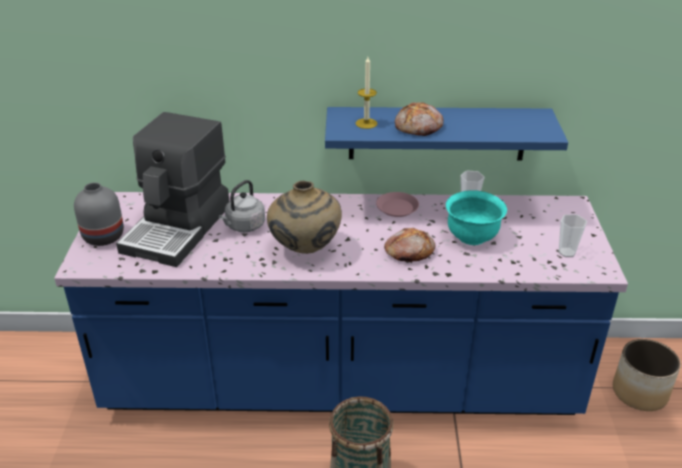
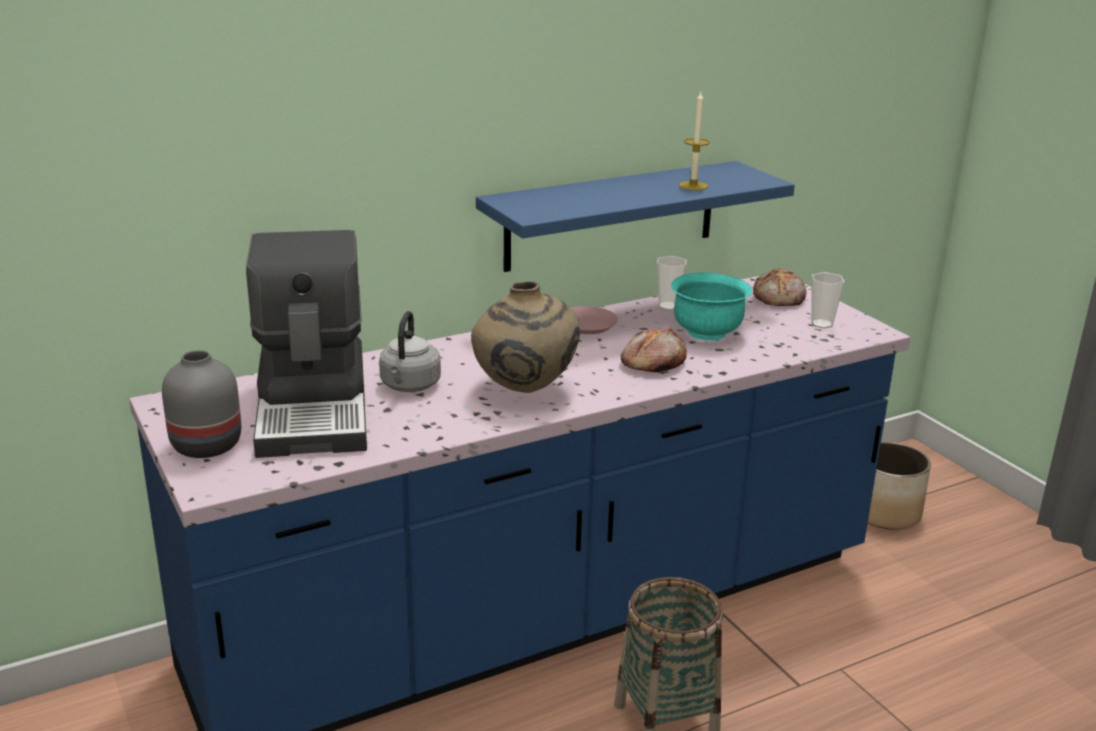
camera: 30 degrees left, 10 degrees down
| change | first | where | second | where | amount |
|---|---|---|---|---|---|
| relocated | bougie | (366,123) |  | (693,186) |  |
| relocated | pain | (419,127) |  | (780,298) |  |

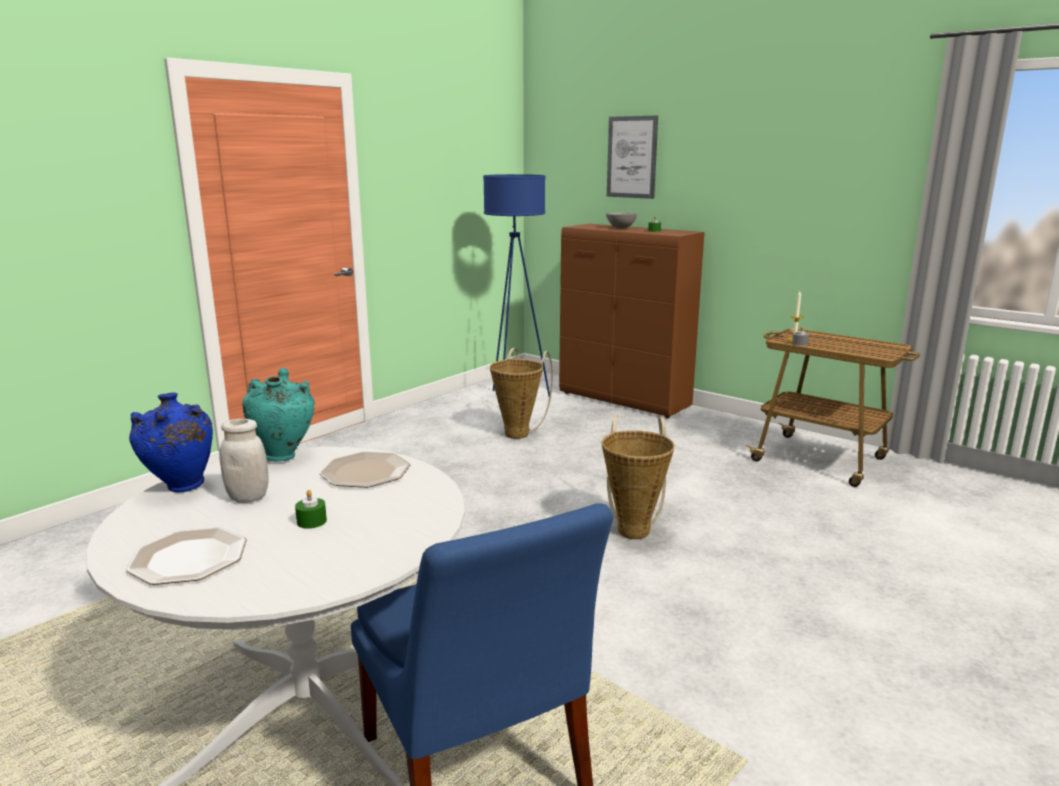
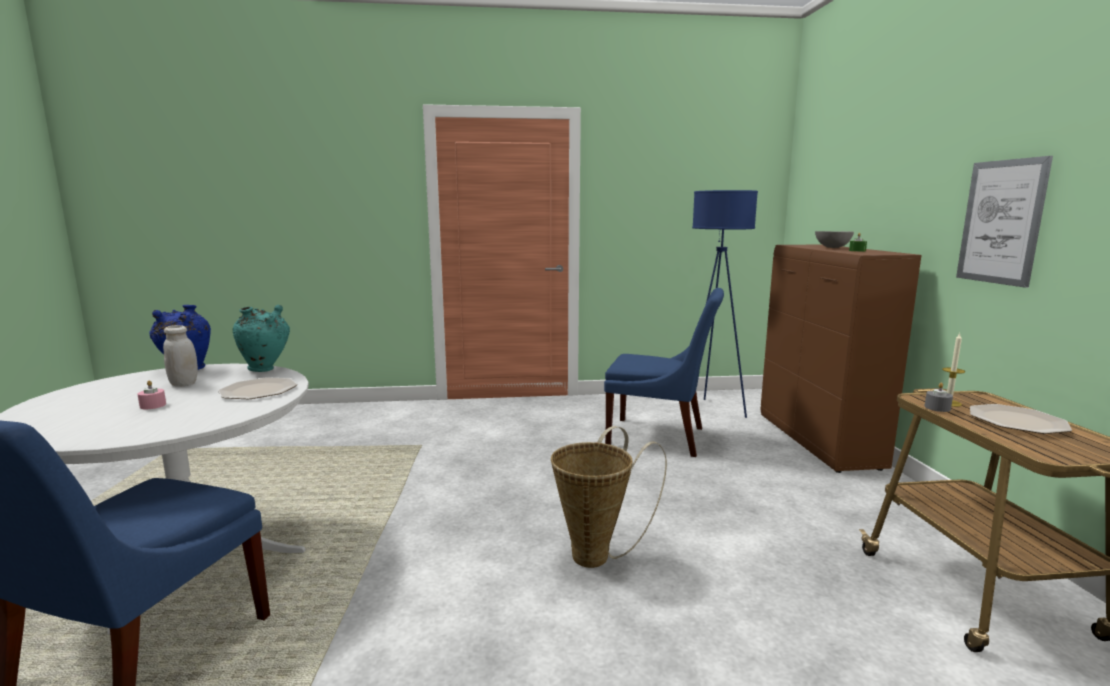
camera: 45 degrees right, 5 degrees down
| change | first | where | second | where | amount |
|---|---|---|---|---|---|
| relocated | assiette | (188,557) |  | (1016,420) |  |
| relocated | tableau | (632,157) |  | (1001,222) |  |
| exchanged | panier | (519,432) | chaise (bleu) | (661,437) |  |
| colour | bougie (vert) | (311,521) | bougie (rose) | (153,405) |  |

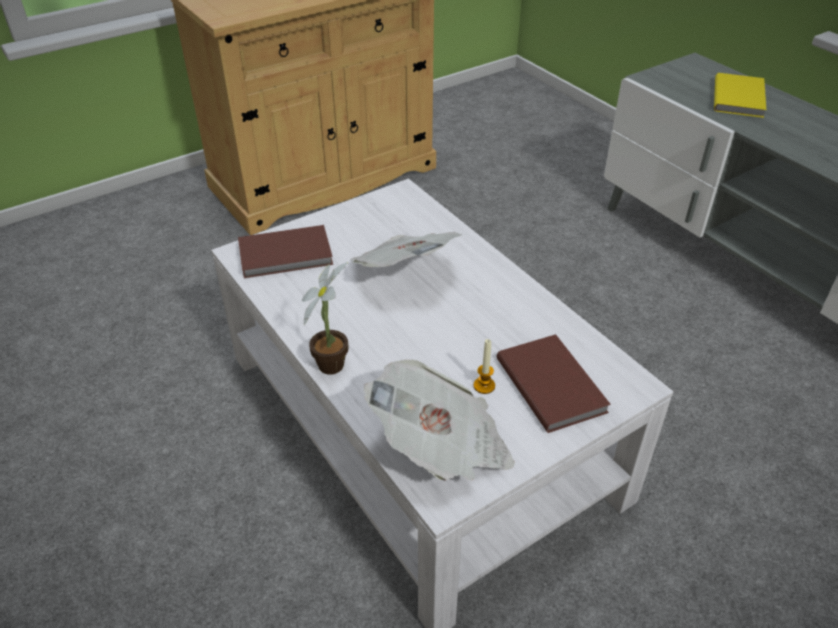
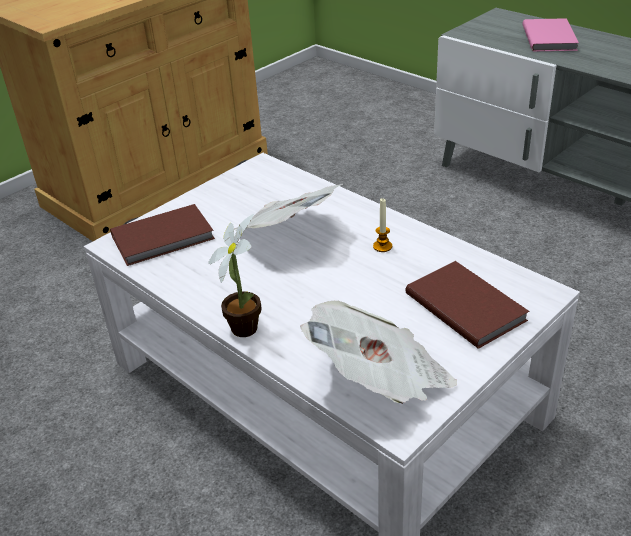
camera: 10 degrees left, 5 degrees down
| change | first | where | second | where | amount |
|---|---|---|---|---|---|
| relocated | bougie | (484,386) |  | (382,246) |  |
| colour | livre (jaune) | (740,98) | livre (rose) | (550,37) |  |

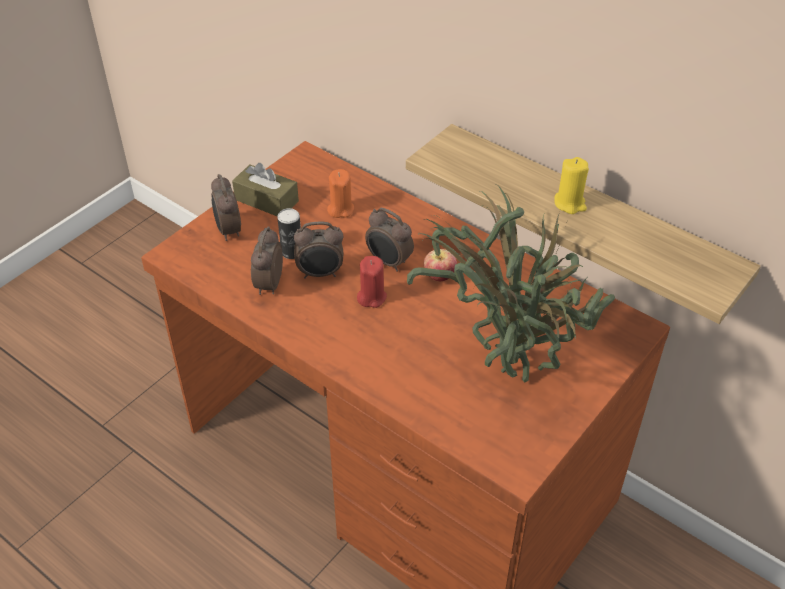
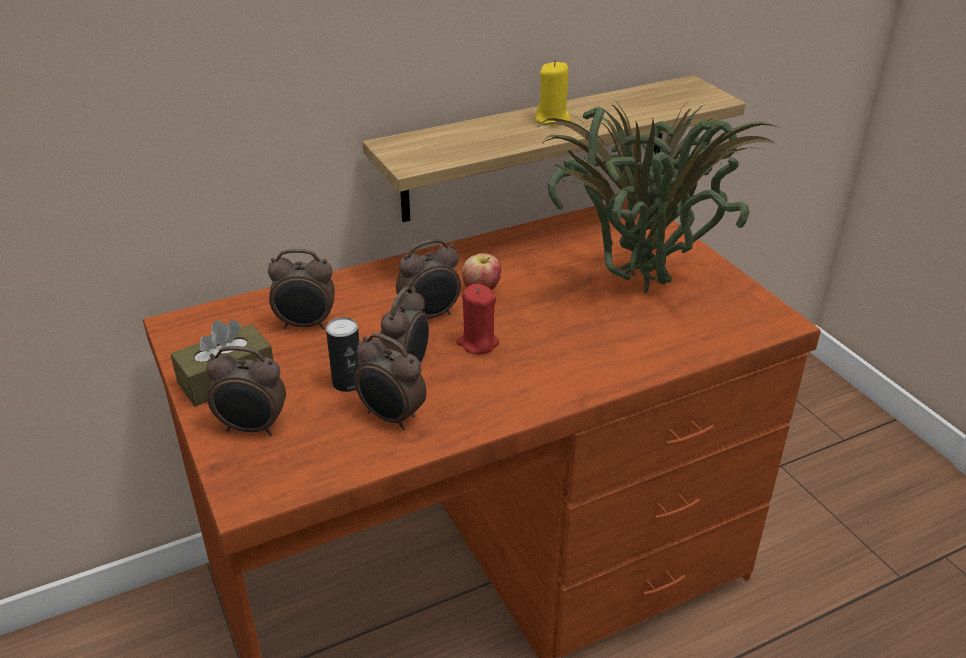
camera: 65 degrees left, 10 degrees down
| change | first | where | second | where | amount |
|---|---|---|---|---|---|
| exchanged | bougie (orange) | (340,209) | réveil | (306,325) |  |

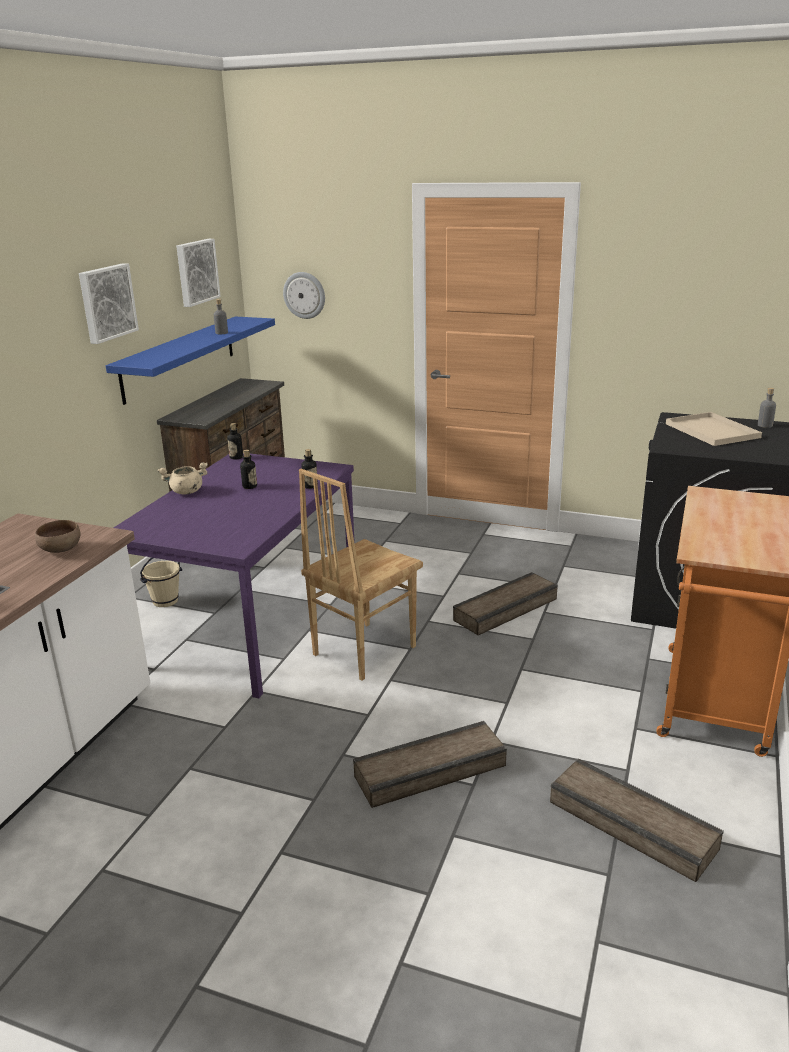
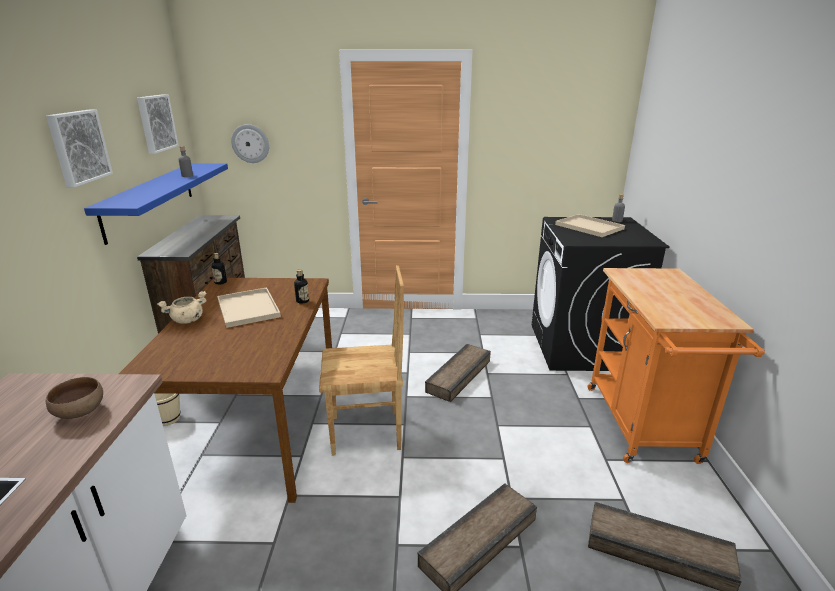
camera: 20 degrees left, 0 degrees up
| change | first | where | second | where | amount |
|---|---|---|---|---|---|
| exchanged | bouteille | (249,486) | plateau (beige) | (247,308) |  |
| colour | table à manger (violet) | (252,624) | table à manger (marron) | (259,427) |  |
| spun | chaise (marron) | (362,650) |  | (366,433) | 120 degrees counterclockwise |

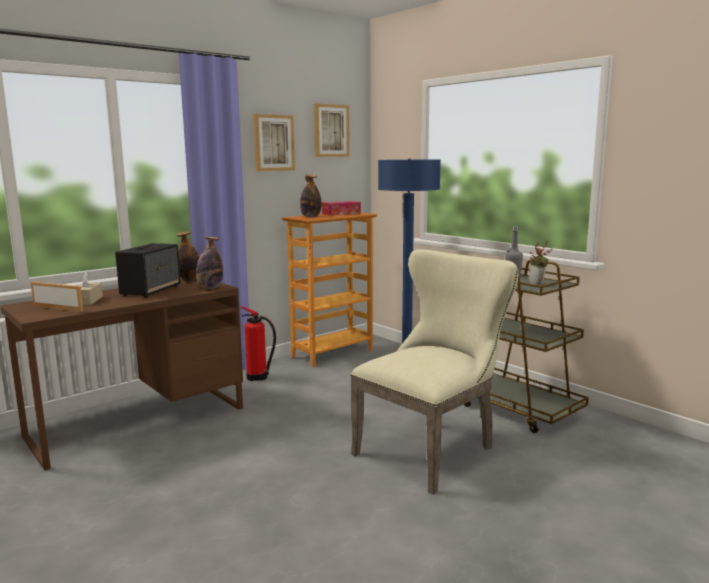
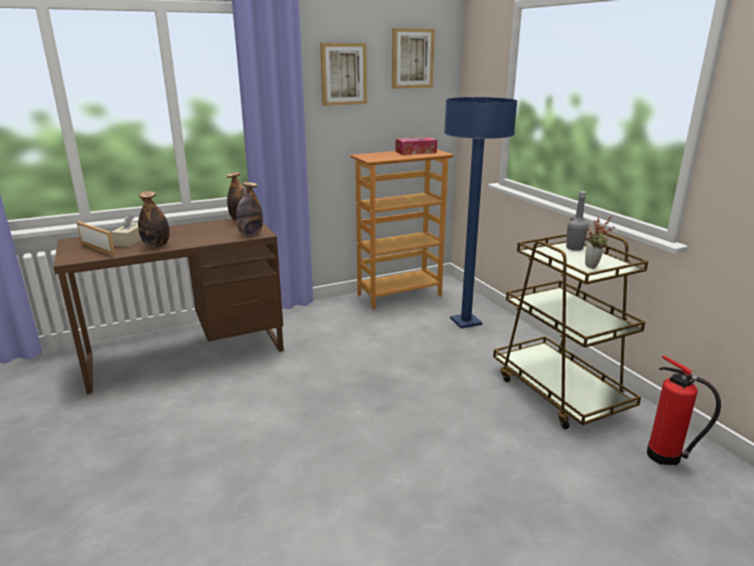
camera: 15 degrees right, 10 degrees up
| change | first | where | second | where | amount |
|---|---|---|---|---|---|
| missing | enceinte | (151,290) |  |  |  |
| missing | chaise (beige) | (432,449) |  |  |  |
| relocated | extincteur | (258,378) |  | (666,457) |  |
| relocated | bouteille | (310,217) |  | (156,245) |  |

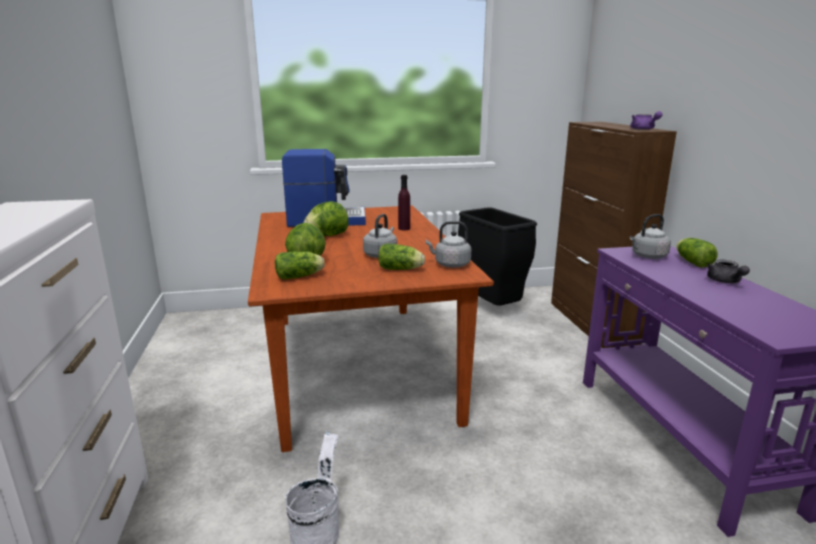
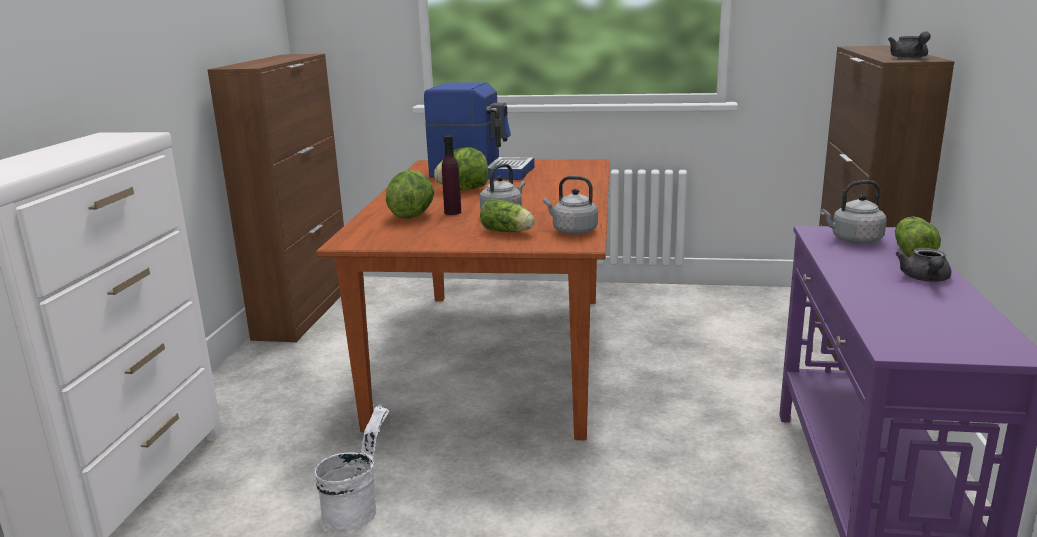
camera: 20 degrees right, 0 degrees up
| change | first | where | second | where | amount |
|---|---|---|---|---|---|
| missing | laitue | (301,276) |  |  |  |
| missing | poubelle (noir) | (492,308) |  |  |  |
| appeared |  |  | meuble de rangement (marron) | (305,311) |  |
| relocated | bouteille (violet) | (404,228) |  | (452,212) |  |
| colour | théière (violet) | (644,129) | théière (gris) | (909,58) |  |

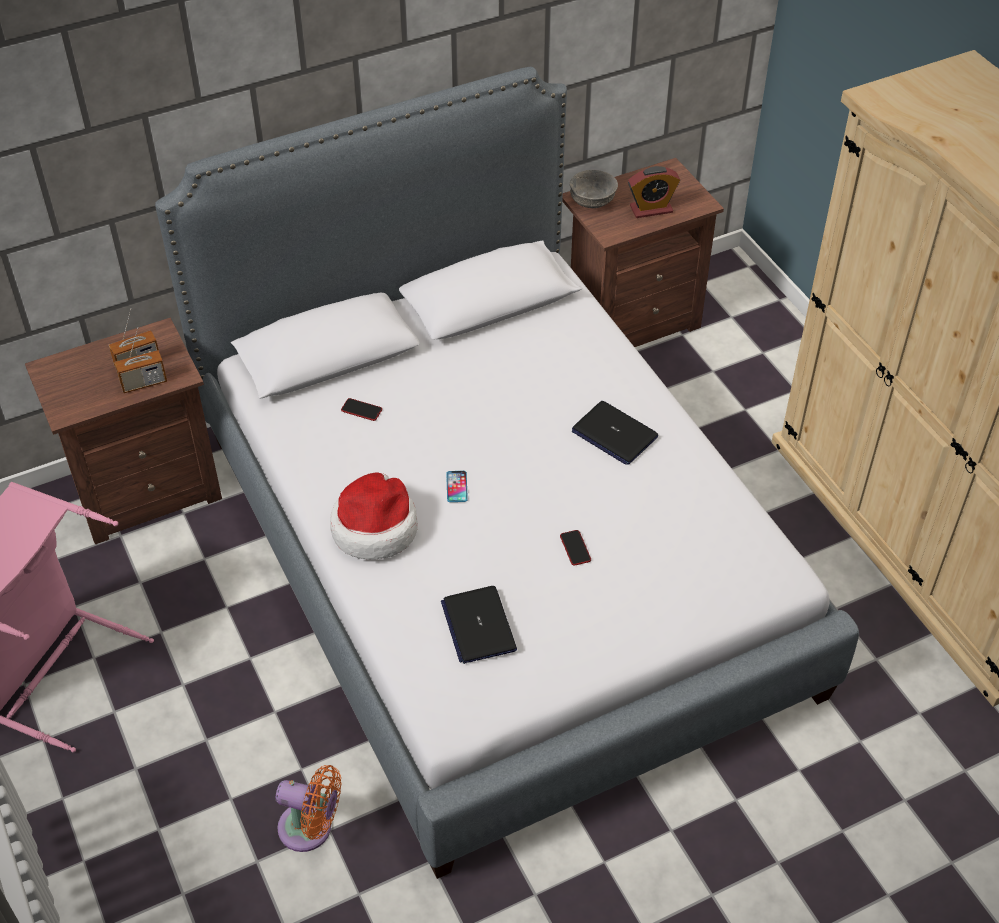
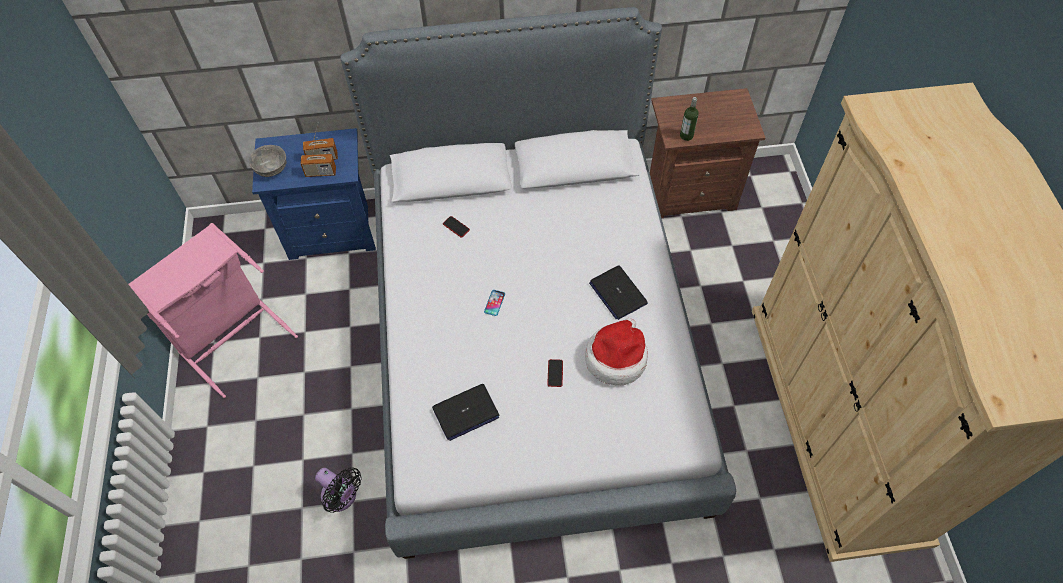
camera: 20 degrees right, 10 degrees up
| change | first | where | second | where | amount |
|---|---|---|---|---|---|
| missing | réveil | (651,209) |  |  |  |
| appeared |  |  | bouteille | (686,135) |  |
| relocated | chapeau | (374,527) |  | (616,357) |  |
| relocated | bol (gris) | (592,202) |  | (271,169) |  |
| colour | table de chevet (marron) | (147,490) | table de chevet (bleu) | (333,231) |  |
| colour | ventilateur (orange) | (310,829) | ventilateur (noir) | (342,497) |  |
| spun | ordinateur portable | (478,625) |  | (465,412) | 120 degrees counterclockwise |

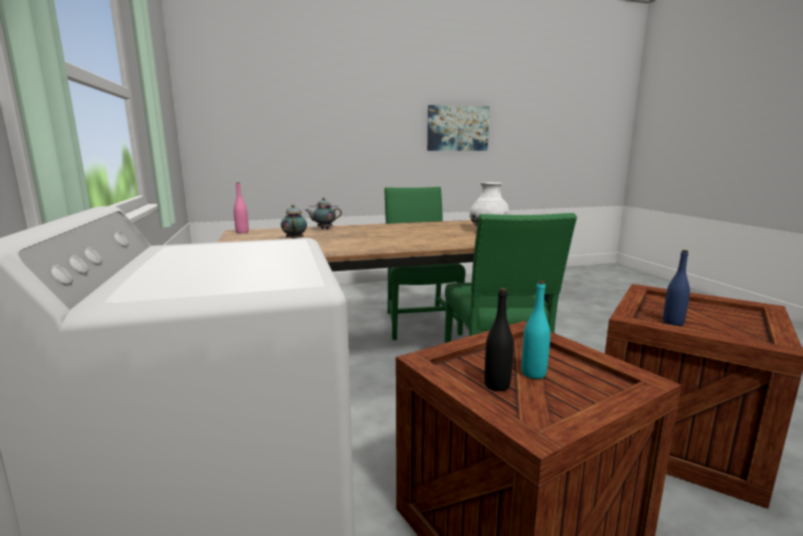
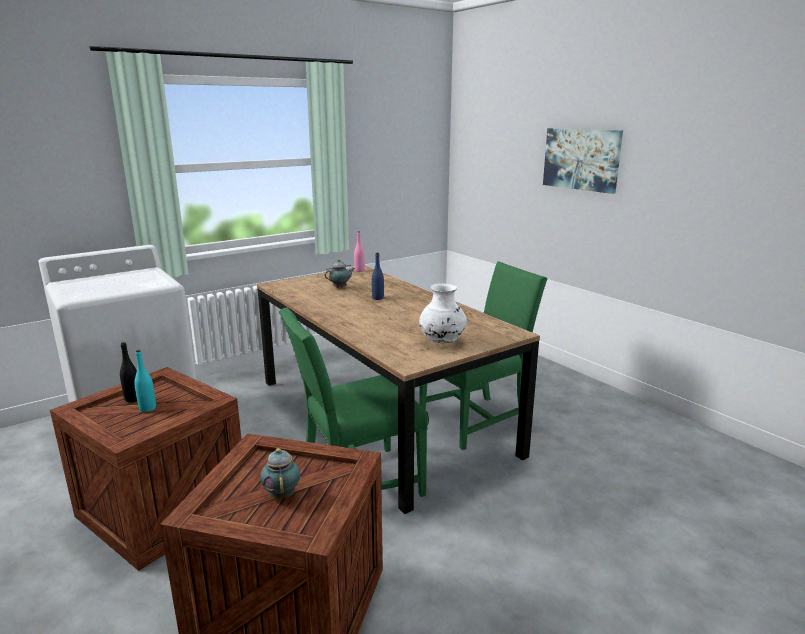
camera: 70 degrees right, 5 degrees up
| change | first | where | second | where | amount |
|---|---|---|---|---|---|
| relocated | théière | (323,229) |  | (282,494) |  |
| relocated | tableau | (457,128) |  | (581,159) |  |
| relocated | bouteille (bleu) | (673,323) |  | (378,298) |  |

